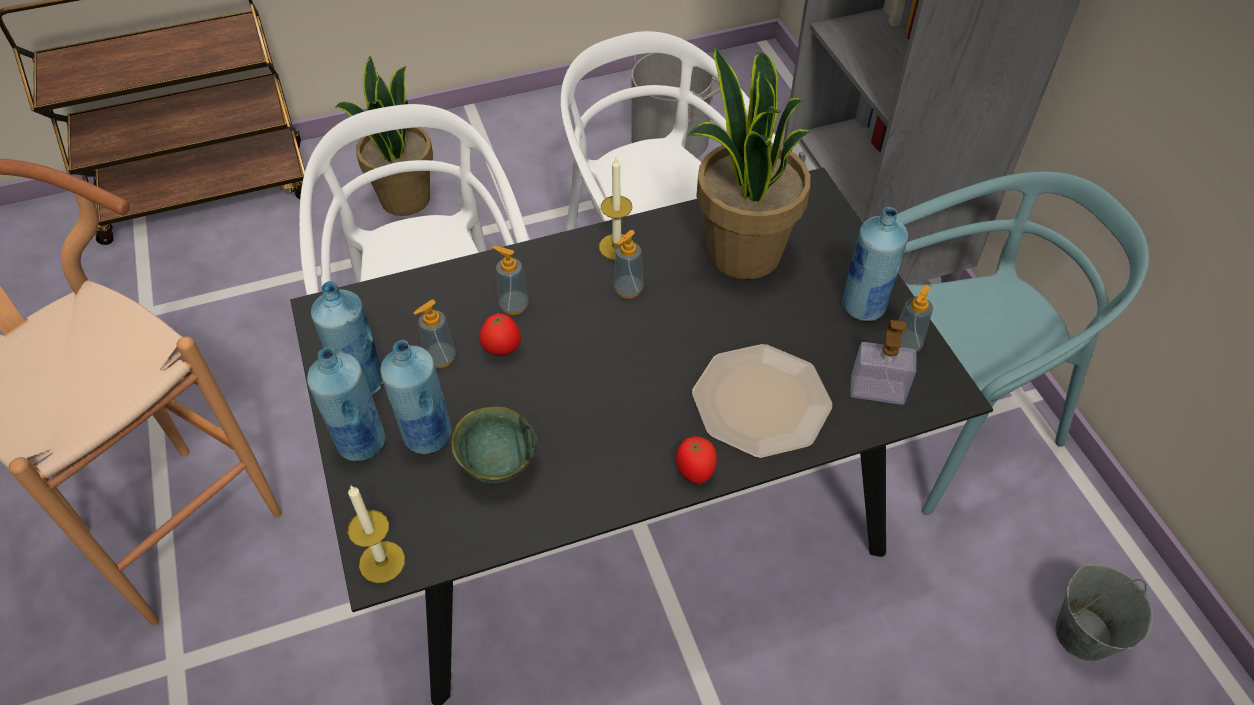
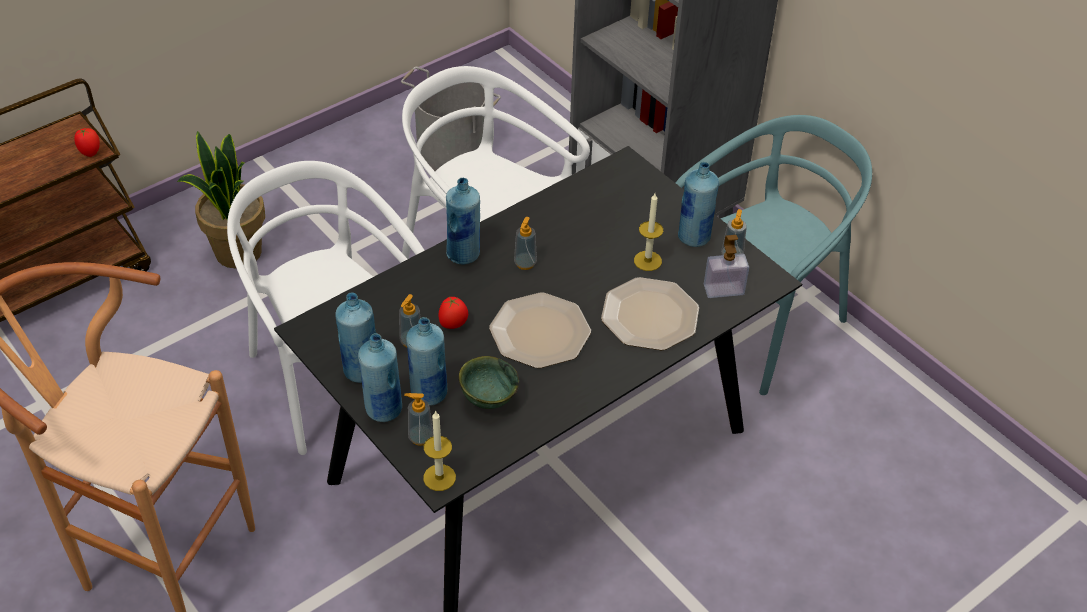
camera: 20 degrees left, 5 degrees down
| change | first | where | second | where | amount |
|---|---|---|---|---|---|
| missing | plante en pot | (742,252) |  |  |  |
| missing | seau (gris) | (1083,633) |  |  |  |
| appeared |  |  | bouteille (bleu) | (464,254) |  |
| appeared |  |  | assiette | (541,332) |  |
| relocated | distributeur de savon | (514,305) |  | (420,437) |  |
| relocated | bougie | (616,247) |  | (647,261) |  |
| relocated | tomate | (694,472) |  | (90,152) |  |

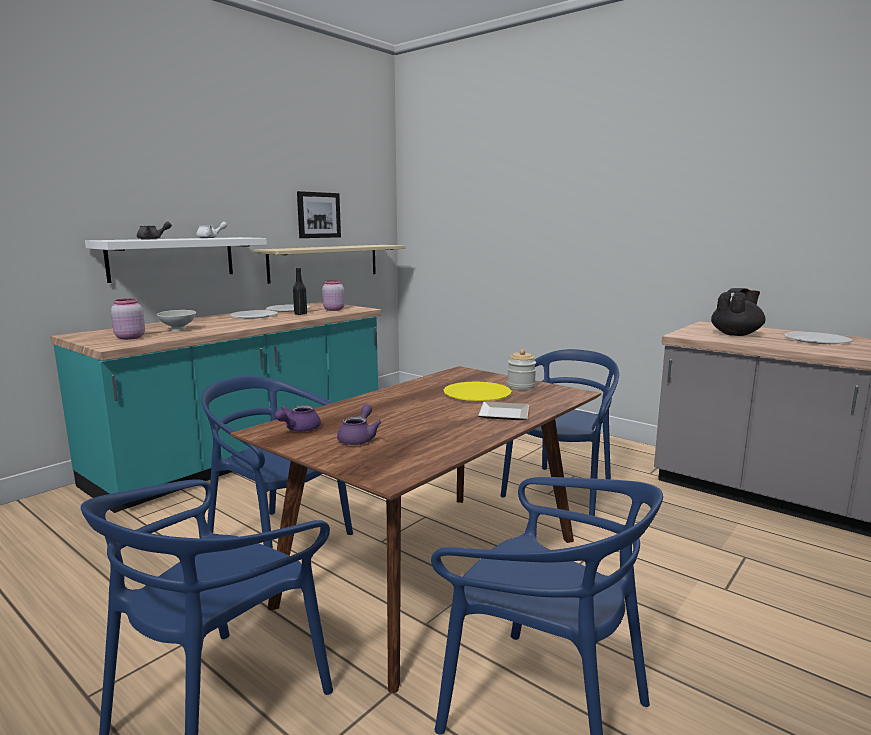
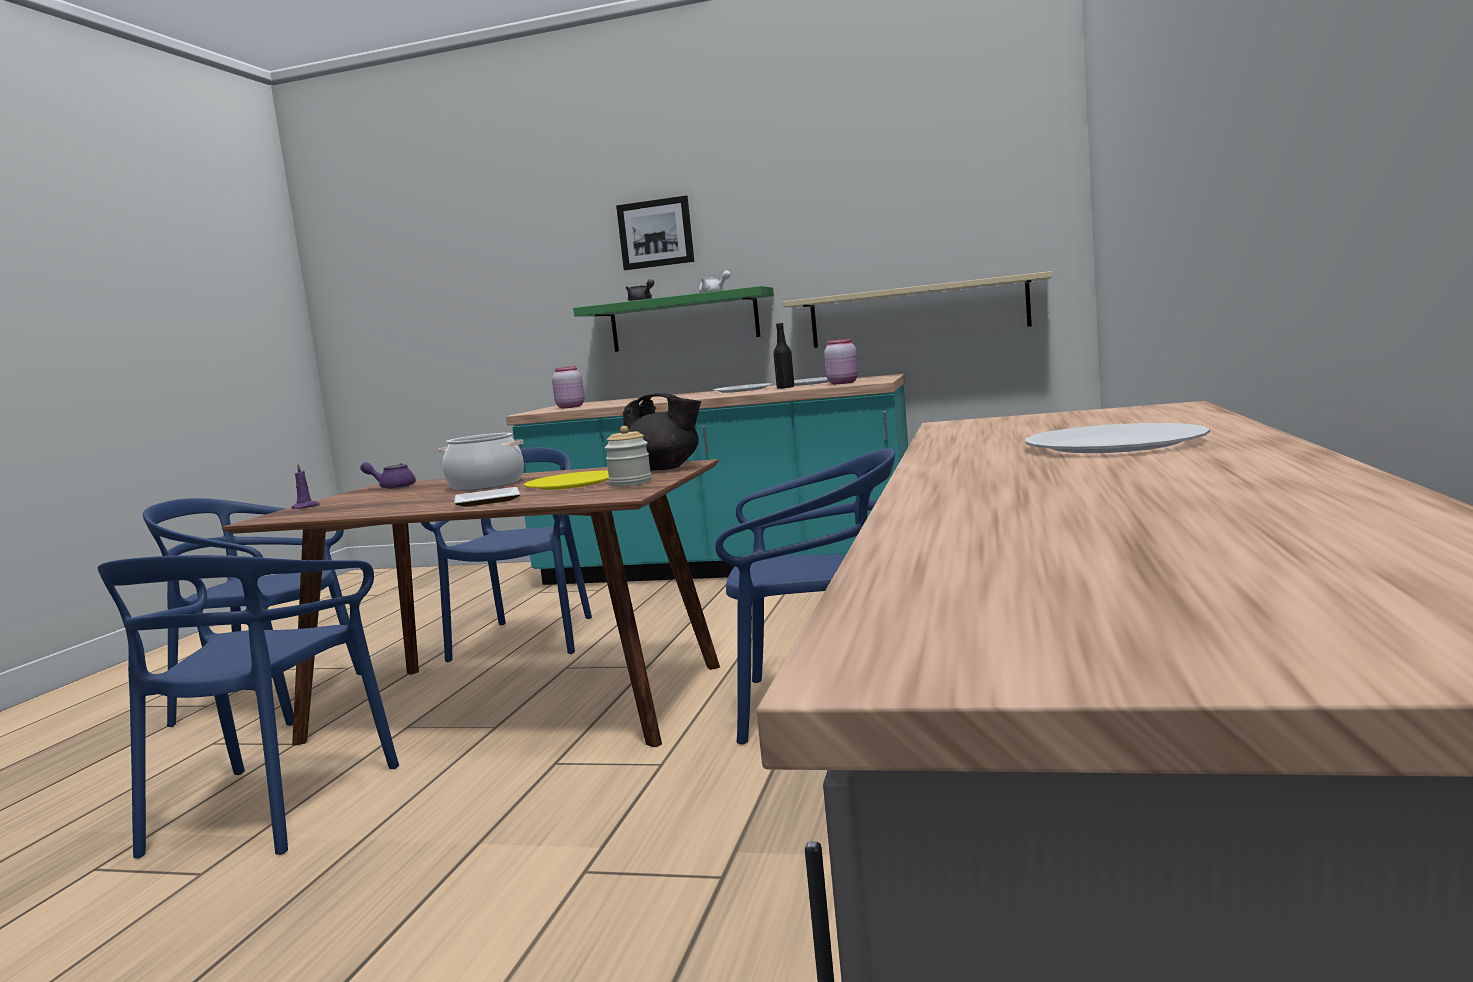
camera: 65 degrees right, 5 degrees down
| change | first | where | second | where | amount |
|---|---|---|---|---|---|
| missing | bol (blanc) | (179,329) |  |  |  |
| missing | théière (violet) | (359,438) |  |  |  |
| appeared |  |  | bougie (violet) | (306,507) |  |
| appeared |  |  | marmite | (485,485) |  |
| relocated | tableau | (318,215) |  | (656,233) |  |
| relocated | théière (noir) | (736,334) |  | (665,468) |  |
| colour | étagère (blanc) | (172,258) | étagère (vert) | (684,321) |  |

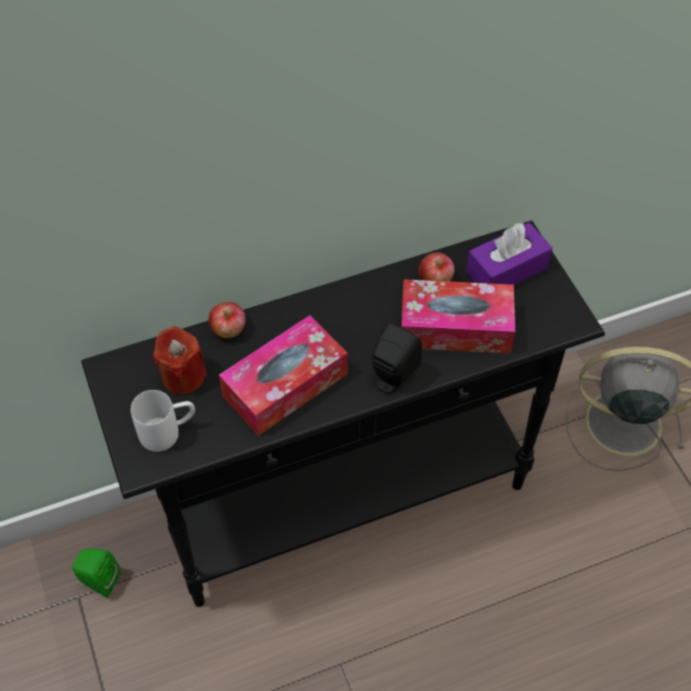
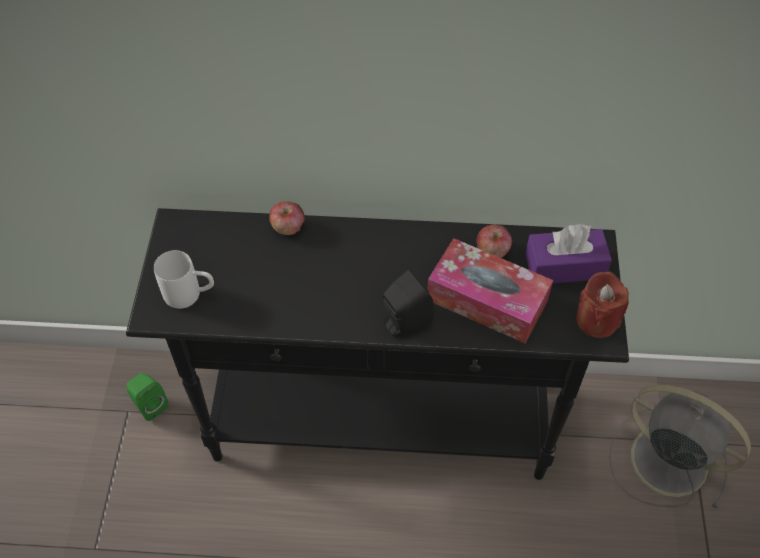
camera: 25 degrees right, 0 degrees up
| change | first | where | second | where | amount |
|---|---|---|---|---|---|
| missing | boîte à mouchoirs | (285,385) |  |  |  |
| relocated | bougie (rouge) | (183,376) |  | (596,320) |  |

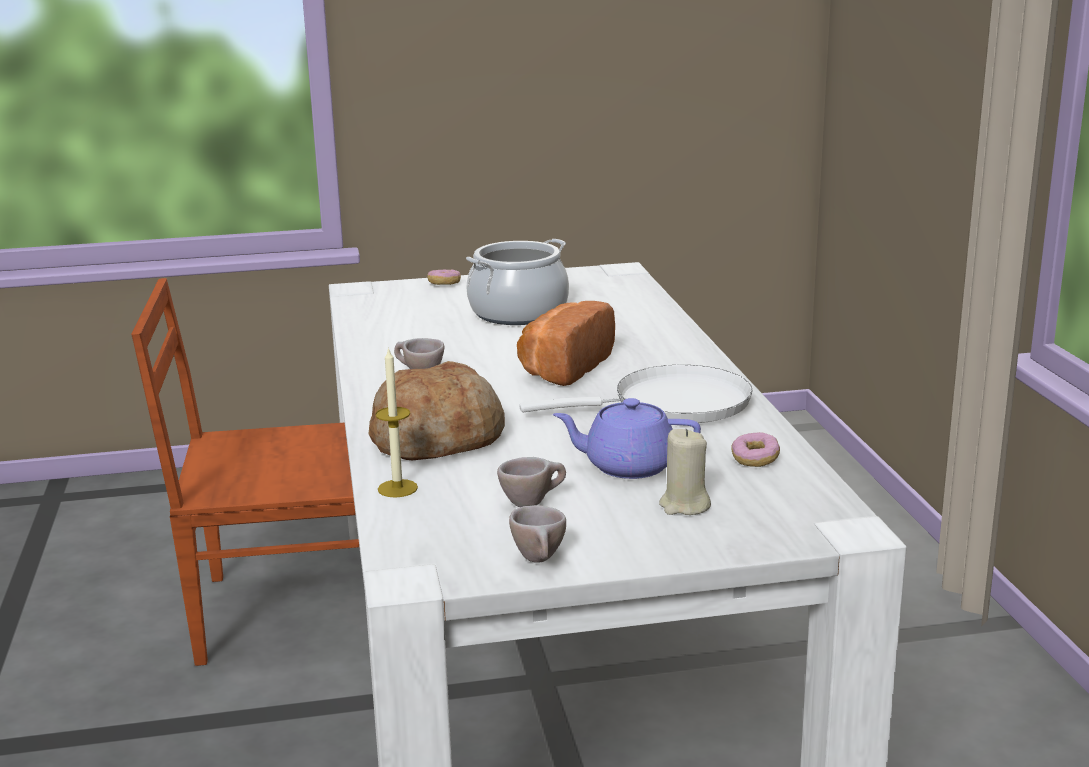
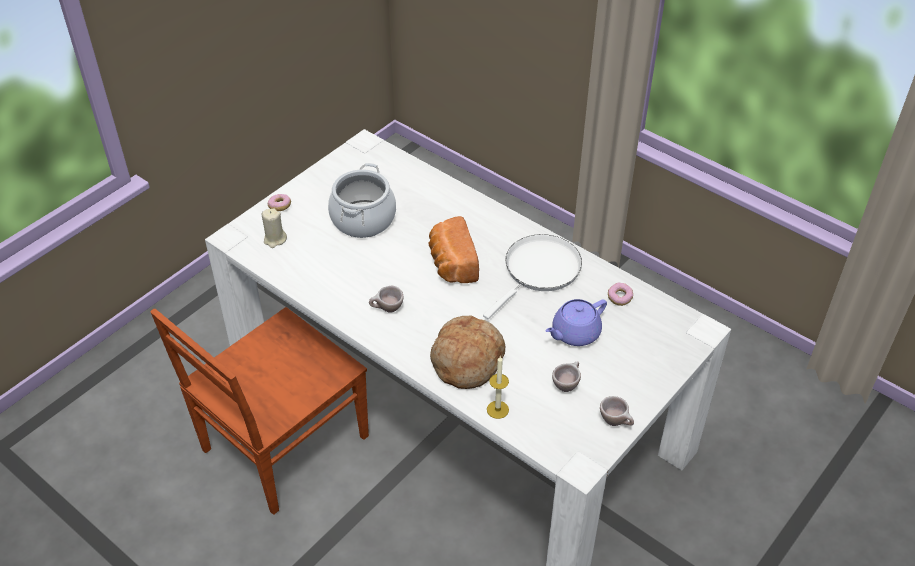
camera: 40 degrees left, 25 degrees up
| change | first | where | second | where | amount |
|---|---|---|---|---|---|
| relocated | bougie (beige) | (684,506) |  | (275,239) |  |

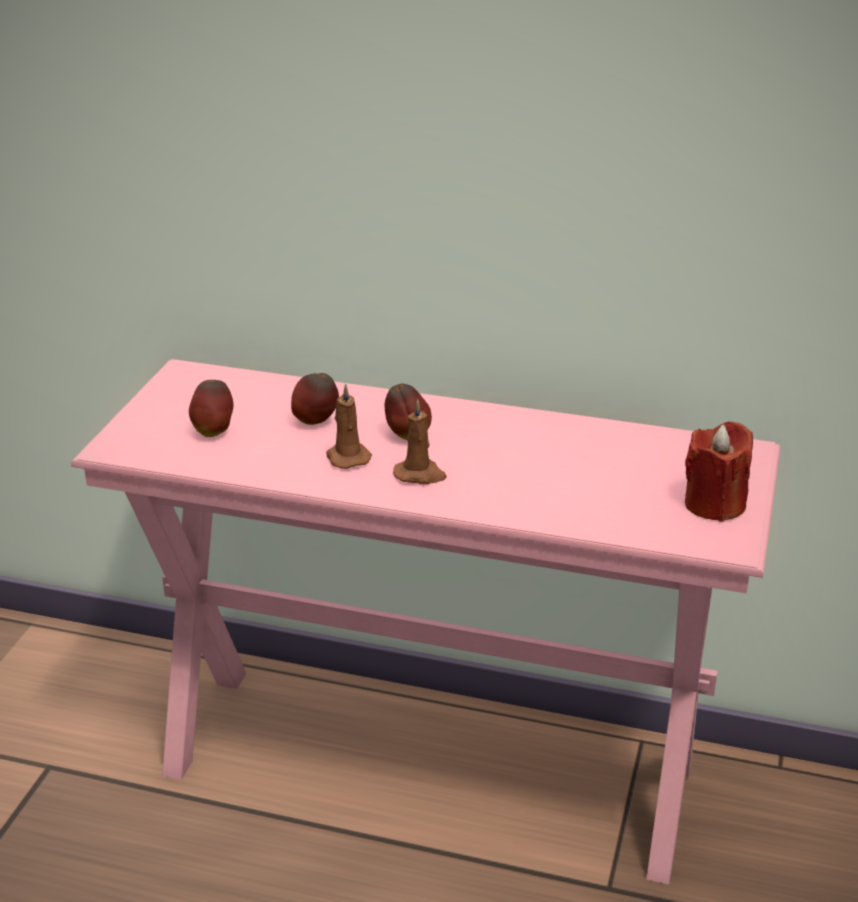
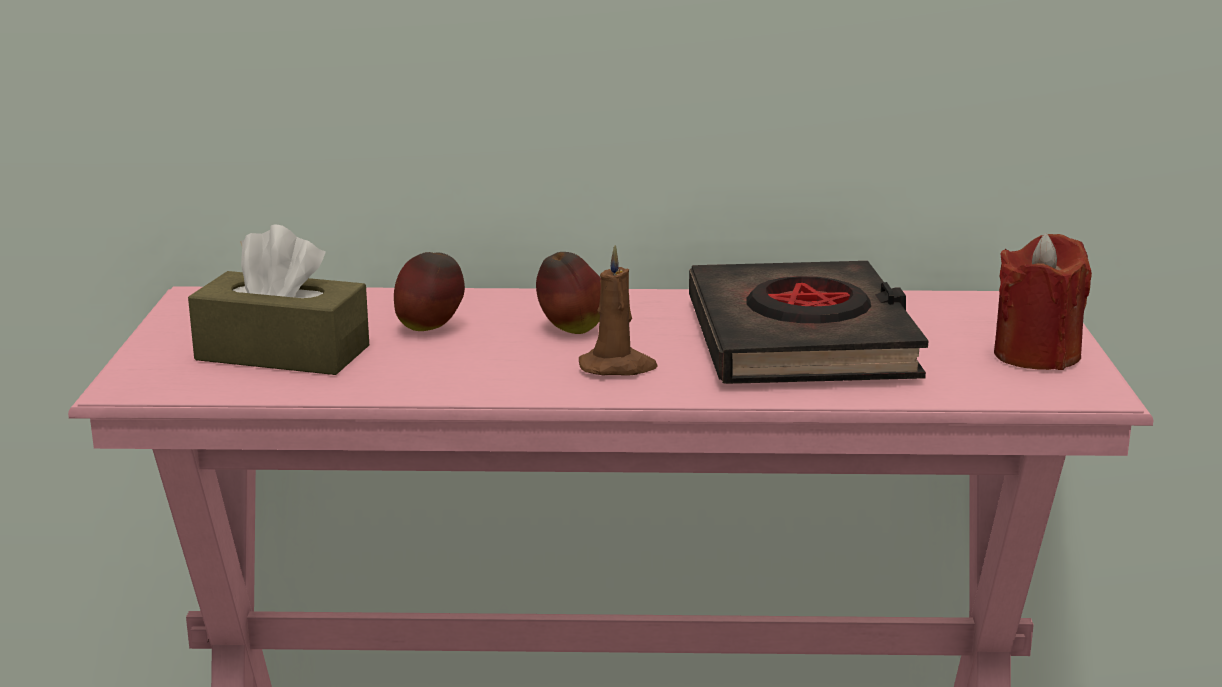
camera: 15 degrees left, 10 degrees down
| change | first | where | second | where | amount |
|---|---|---|---|---|---|
| missing | bougie (marron) | (347,457) |  |  |  |
| appeared |  |  | livre (noir) | (801,341) |  |
| exchanged | pomme | (214,432) | boîte à mouchoirs (marron) | (282,353) |  |

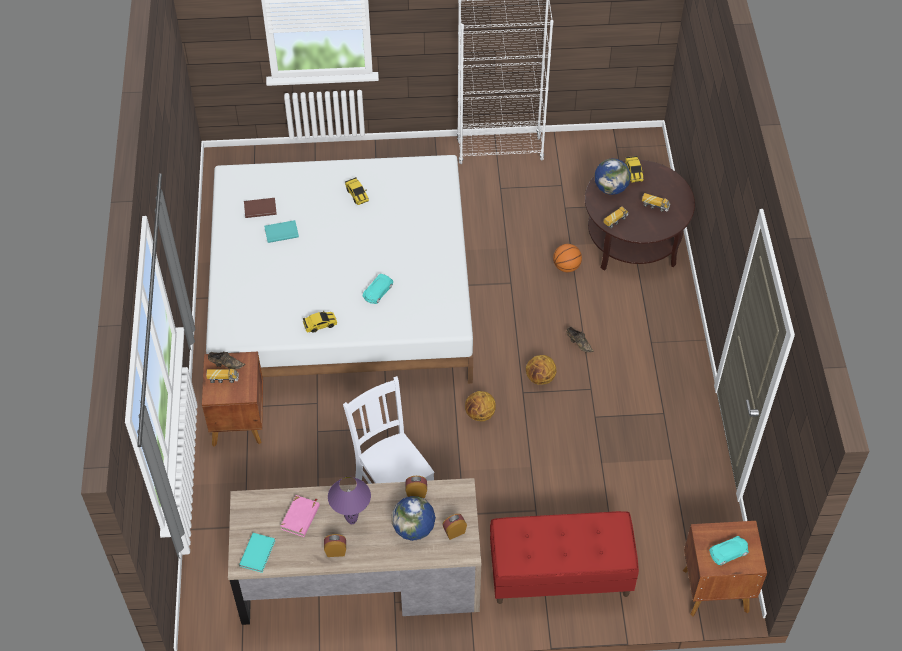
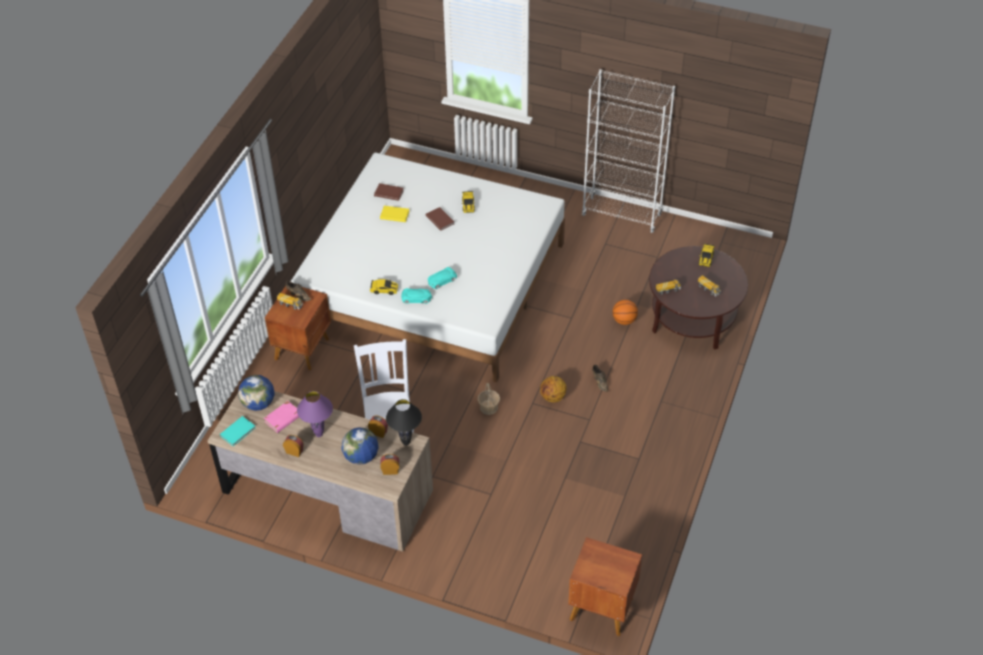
camera: 25 degrees right, 5 degrees down
| change | first | where | second | where | amount |
|---|---|---|---|---|---|
| missing | banc (rouge) | (559,574) |  |  |  |
| appeared |  |  | lampe de table (noir) | (406,442) |  |
| appeared |  |  | livre (marron) | (440,219) |  |
| relocated | globe | (610,188) |  | (258,403) |  |
| relocated | petite voiture (turquoise) | (728,552) |  | (416,298) |  |
| exchanged | ballon de basket | (480,414) | panier | (488,407) |  |
| colour | livre (turquoise) | (281,232) | livre (jaune) | (394,214) |  |

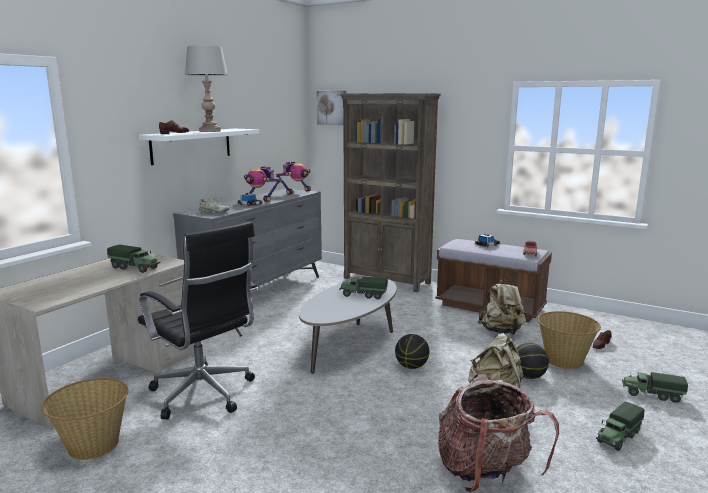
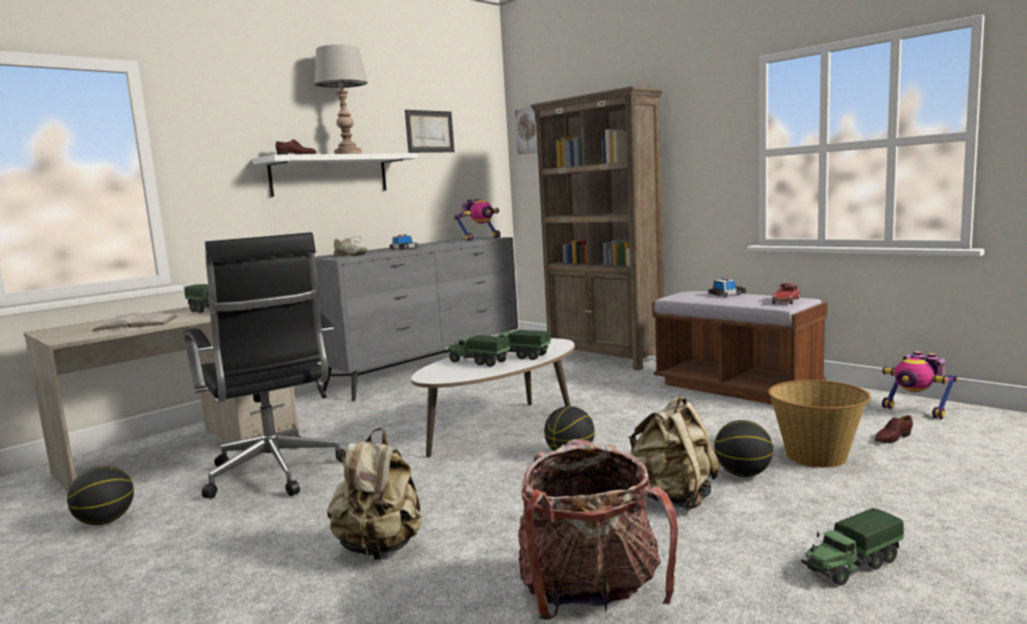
camera: 15 degrees right, 5 degrees down
| change | first | where | second | where | amount |
|---|---|---|---|---|---|
| appeared |  |  | livre (blanc) | (136,323) |  |
| appeared |  |  | tableau | (429,131) |  |
| relocated | robot jouet | (261,199) |  | (916,411) |  |
| relocated | sac à dos (beige) | (501,331) |  | (380,548) |  |
| relocated | camion jouet | (651,394) |  | (477,361) |  |
| exchanged | panier | (92,445) | ballon de basket | (105,521) |  |

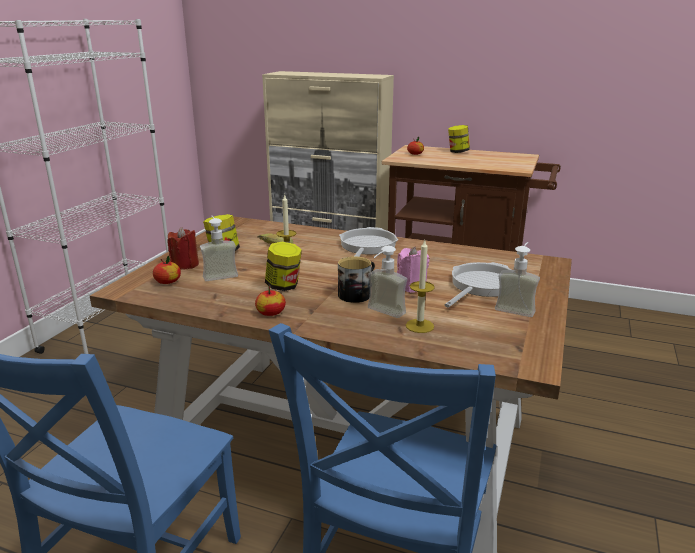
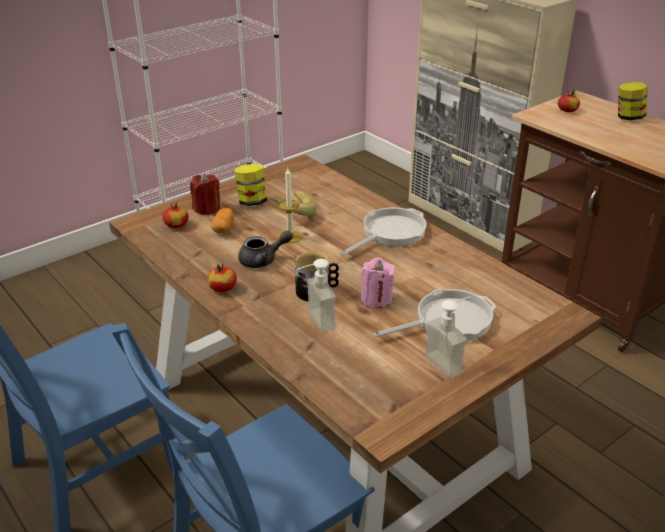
camera: 30 degrees right, 10 degrees up
| change | first | where | second | where | amount |
|---|---|---|---|---|---|
| missing | bougie | (419,326) |  |  |  |
| exchanged | distributeur de savon | (219,274) | pomme de terre | (224,229) |  |
| exchanged | bocal | (284,286) | théière (gris) | (263,260) |  |

